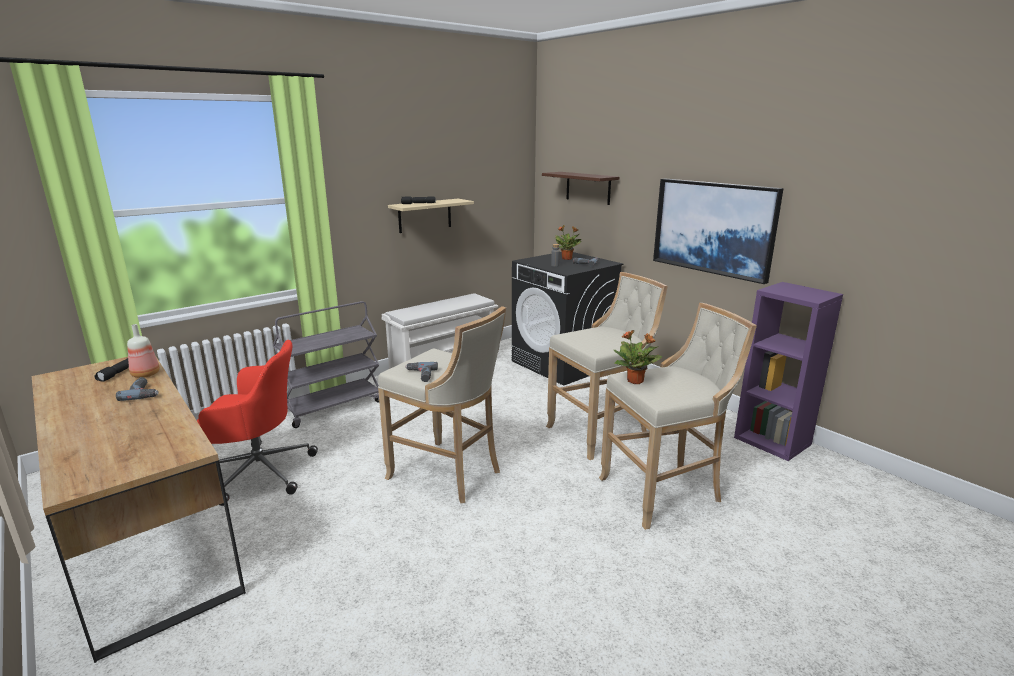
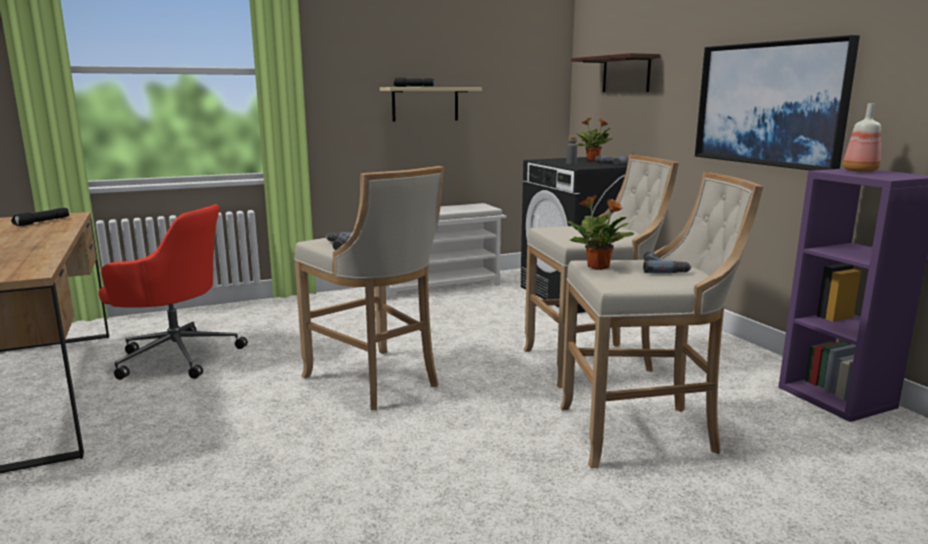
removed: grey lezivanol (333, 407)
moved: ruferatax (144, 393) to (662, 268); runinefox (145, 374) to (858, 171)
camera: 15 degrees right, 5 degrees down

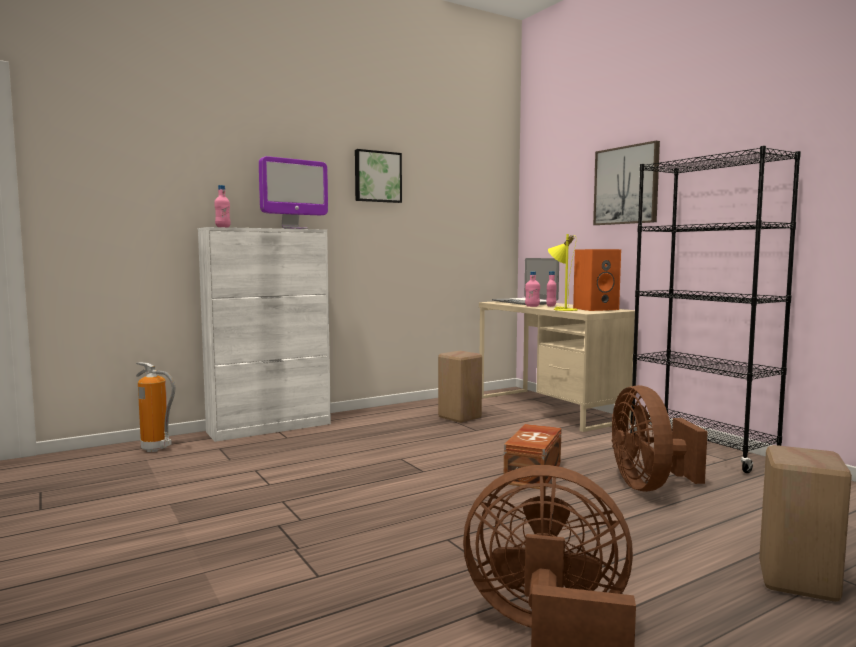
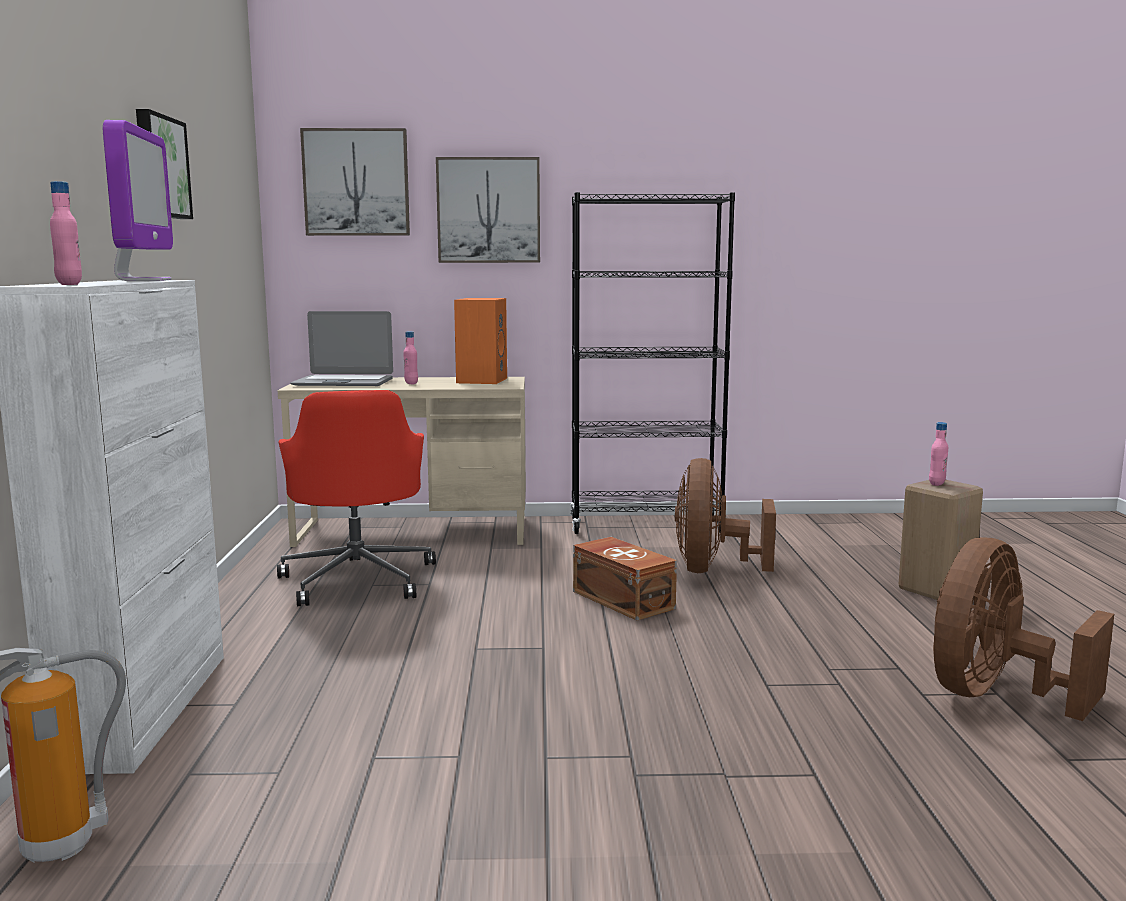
removed: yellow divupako (562, 309)
added: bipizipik (356, 182)
moved: pink runinefox (532, 306) to (936, 483)
replaced: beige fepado (458, 417) to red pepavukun (358, 579)
turned: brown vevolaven (649, 486) = (713, 569) 75 degrees clockwise
camera: 60 degrees left, 5 degrees up

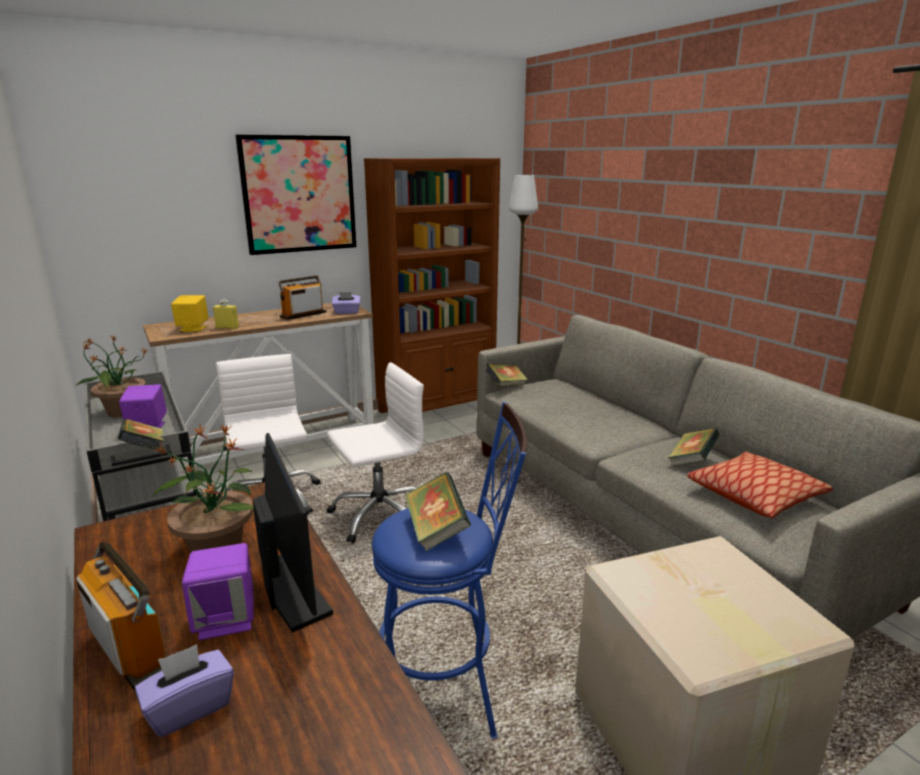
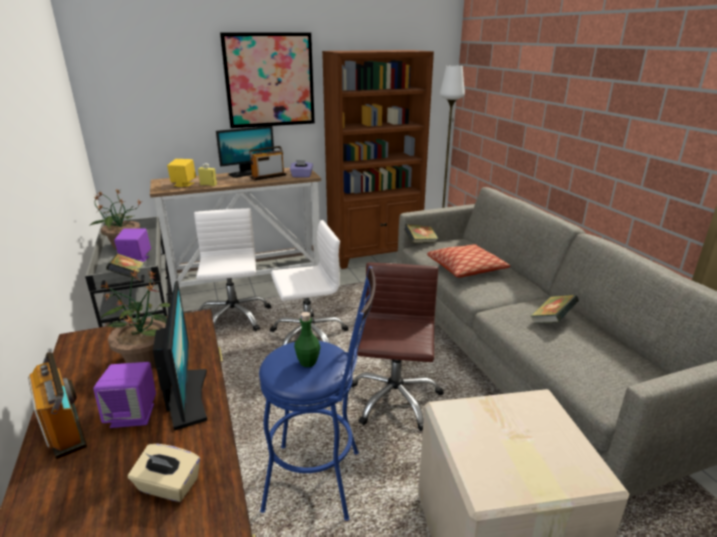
removed: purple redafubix (189, 707)
added: beige redafubix (168, 486); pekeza (248, 173); brown pepavukun (394, 399)
moved: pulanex (754, 496) to (466, 268)
replaced: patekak (436, 530) to green runinefox (308, 362)
camera: 10 degrees right, 5 degrees up

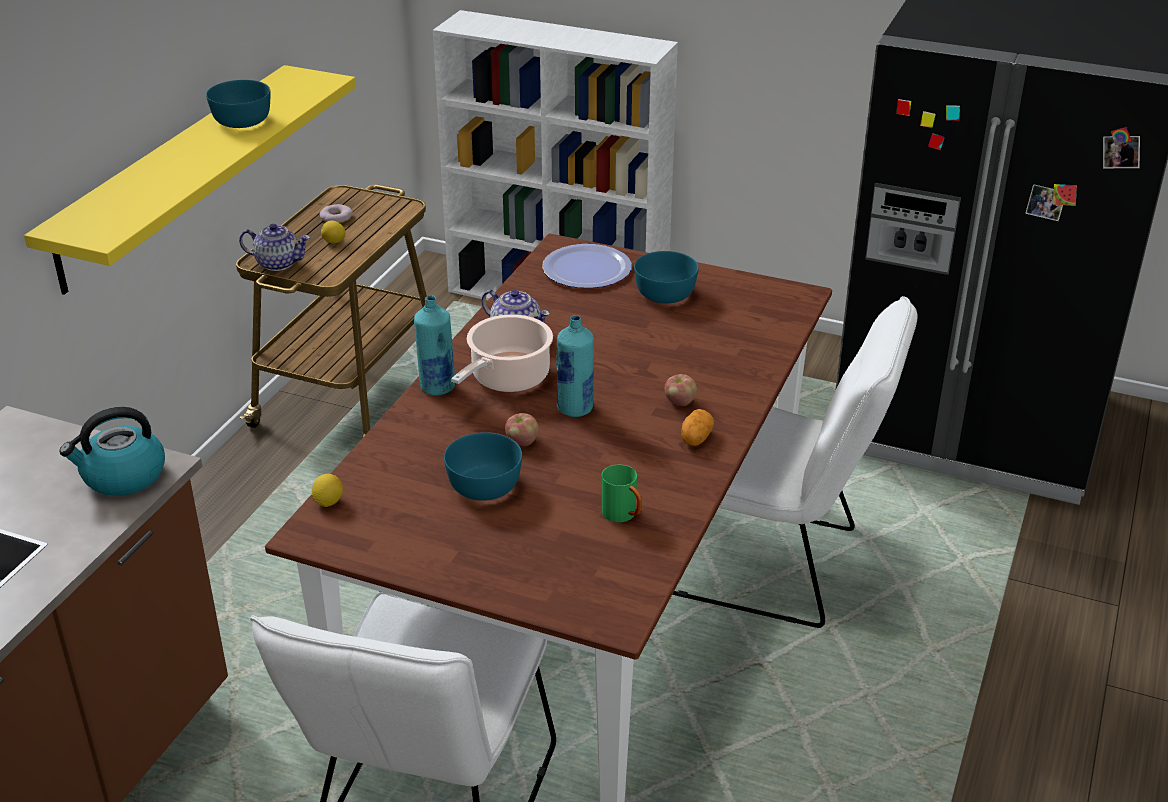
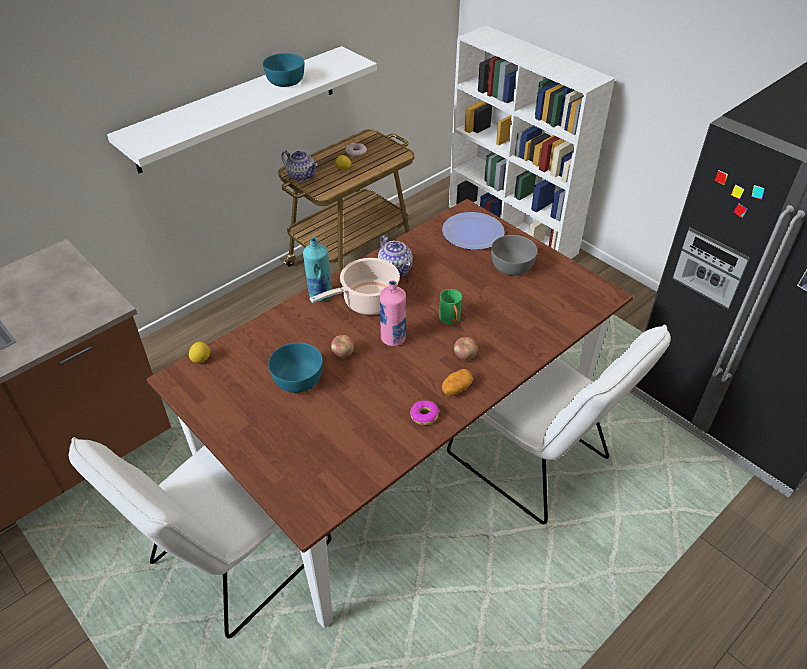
removed: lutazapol (122, 476)
added: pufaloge (424, 415)
moved: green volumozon (623, 516) to (451, 320)
recoloured: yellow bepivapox (174, 175) to white bepivapox (238, 108); turquoise runinefox (575, 408) to pink runinefox (393, 339); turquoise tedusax (664, 294) to grey tedusax (511, 266)
camera: 25 degrees right, 10 degrees up

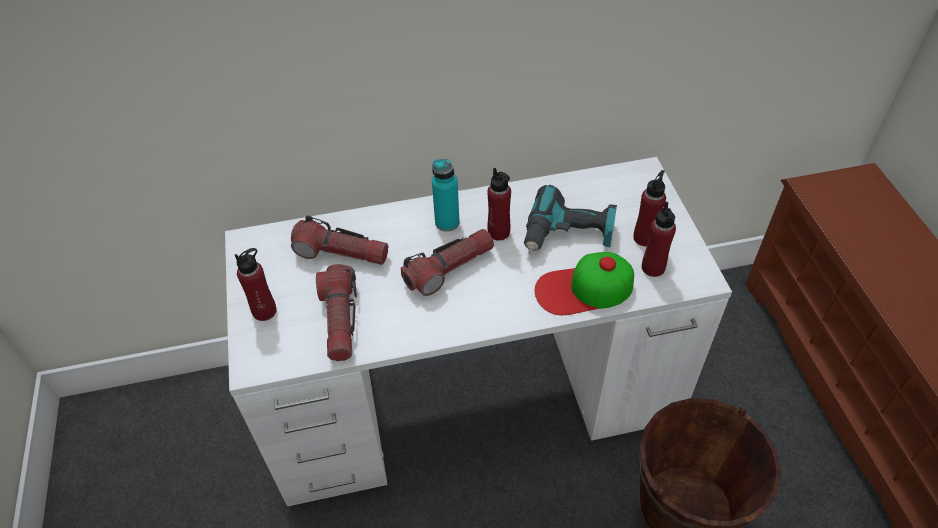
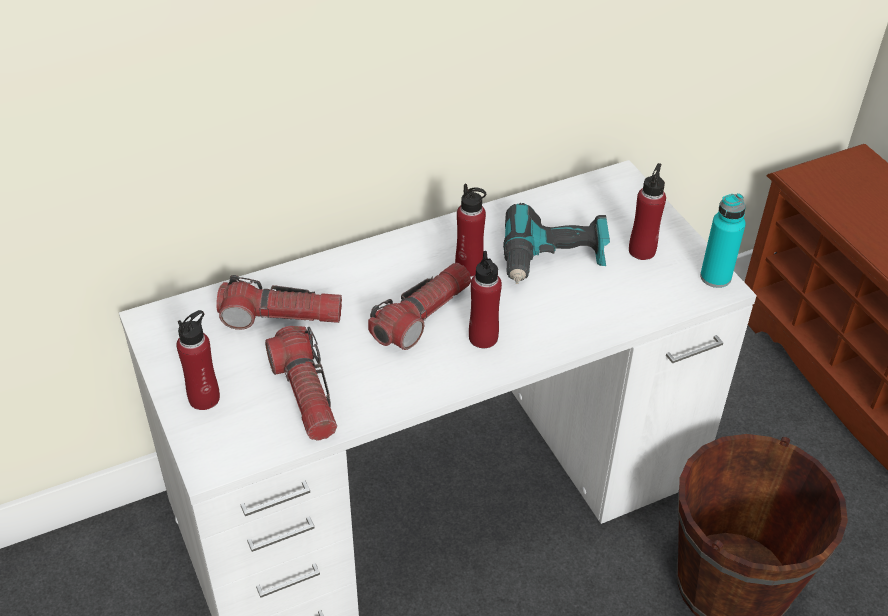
removed: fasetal (584, 289)
moved: red runinefox (653, 268) to (483, 338); turquoise runinefox (447, 222) to (715, 277)
camera: 15 degrees left, 5 degrees down

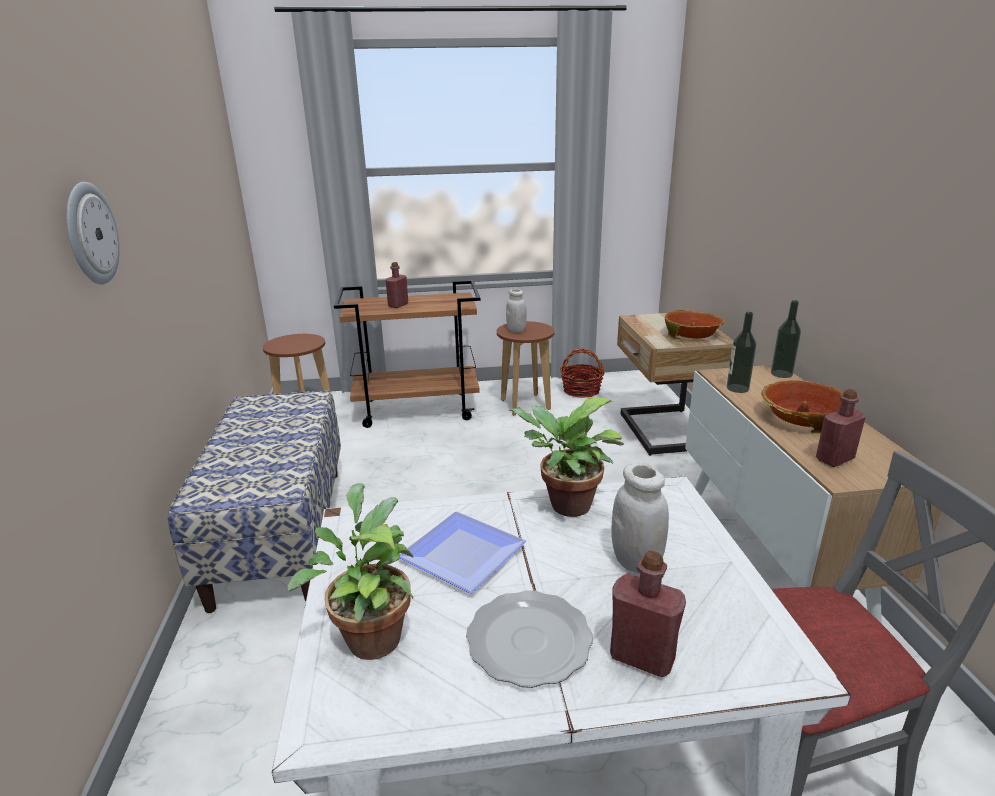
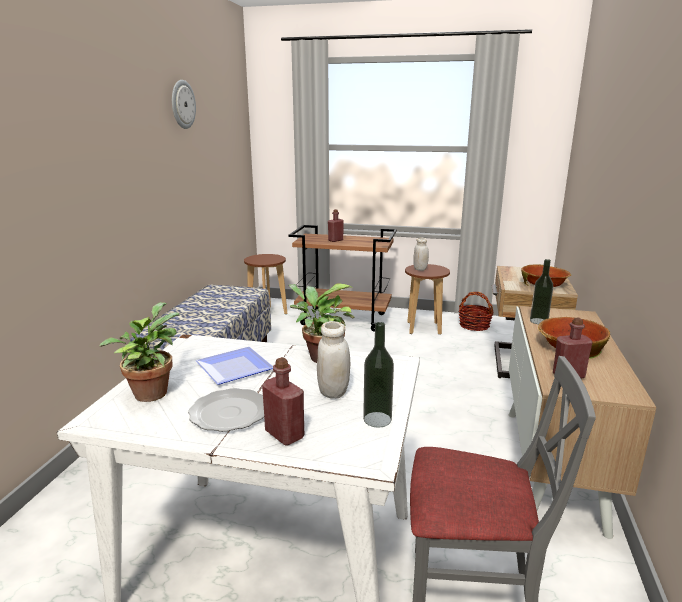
moved: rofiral (90, 234) to (182, 104); runinefox (781, 374) to (377, 419)
camera: 20 degrees right, 5 degrees down

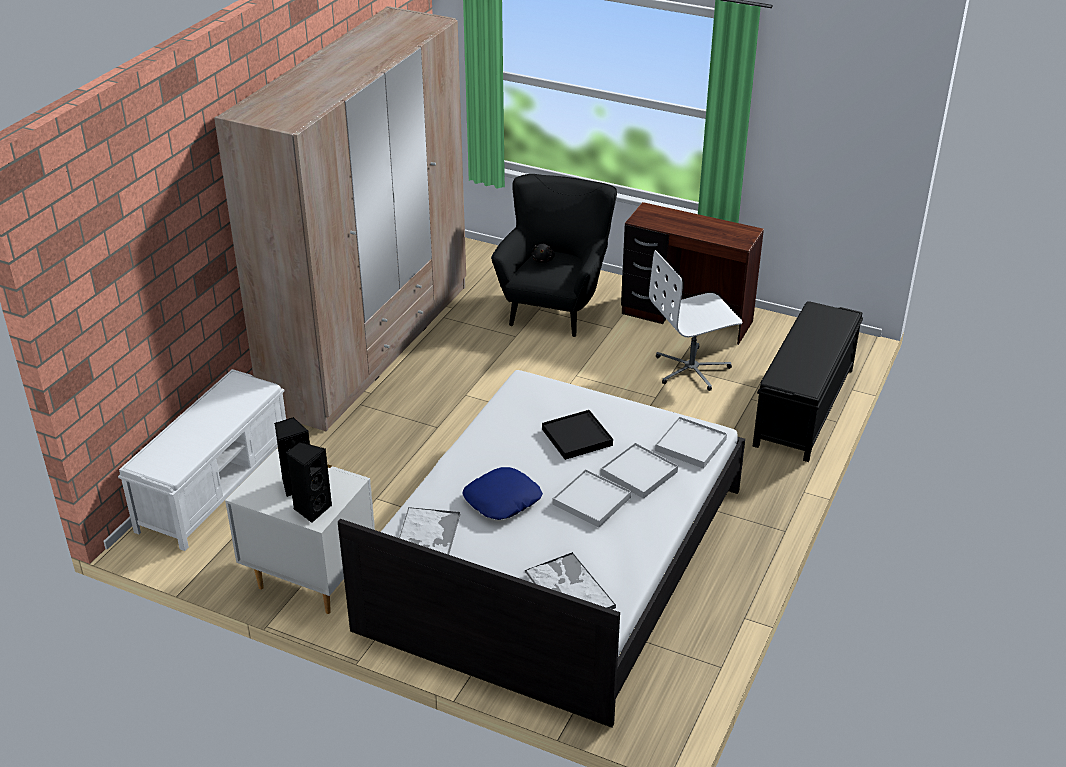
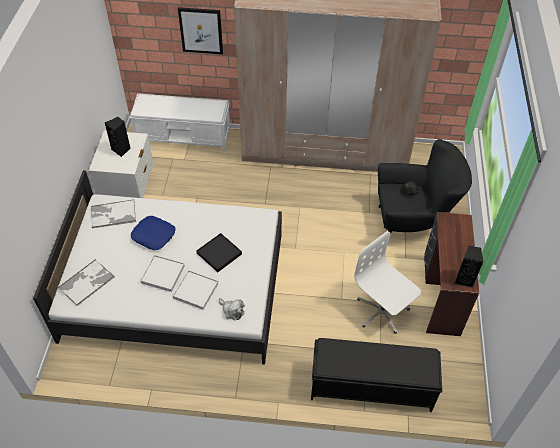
added: bipizipik (201, 30)
moved: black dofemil (311, 509) to (464, 279)
replaced: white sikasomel (690, 445) to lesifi (232, 311)
camera: 70 degrees right, 15 degrees up

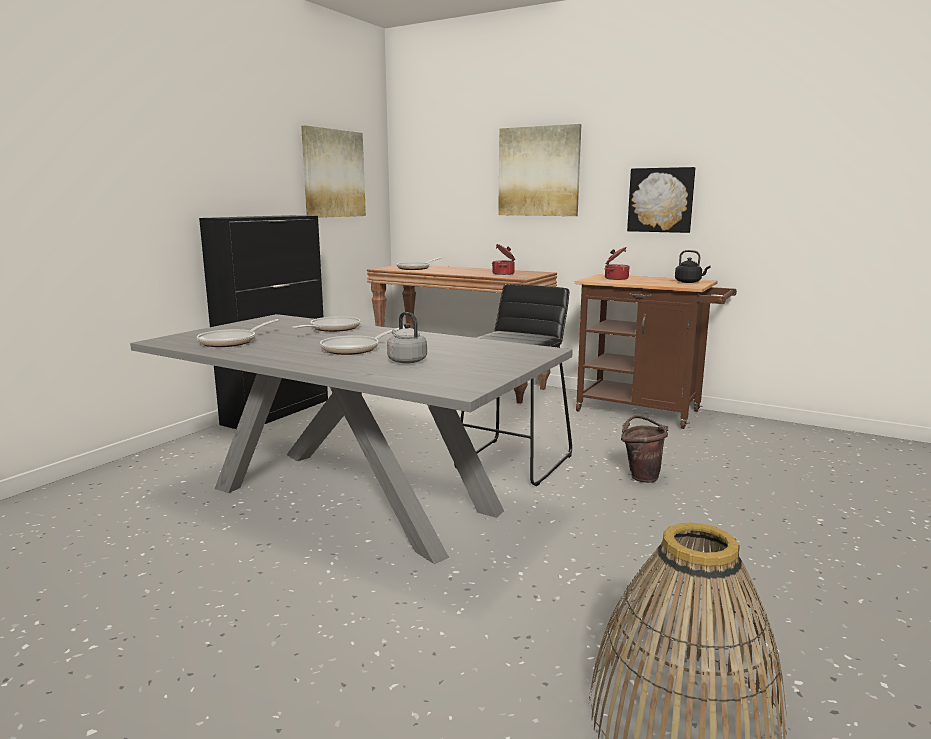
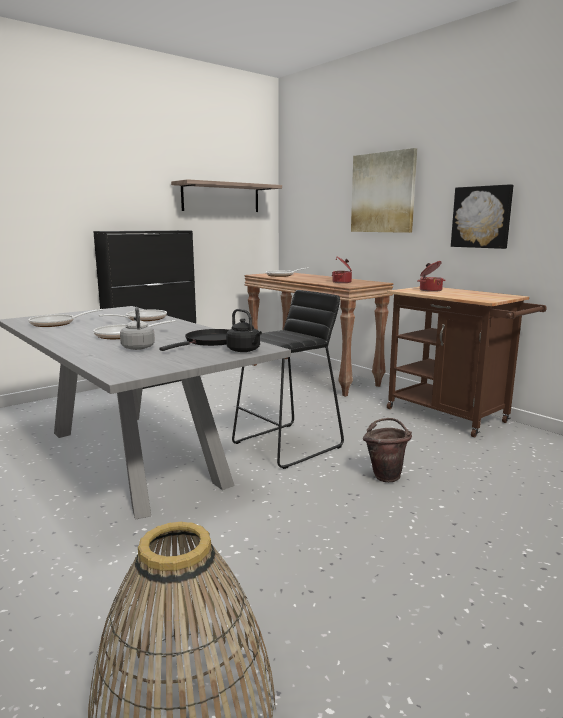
added: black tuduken (210, 342)
moved: black lutazapol (689, 282) to (245, 350)
replaced: bipizipik (333, 173) to bepivapox (221, 197)
camera: 20 degrees right, 0 degrees up

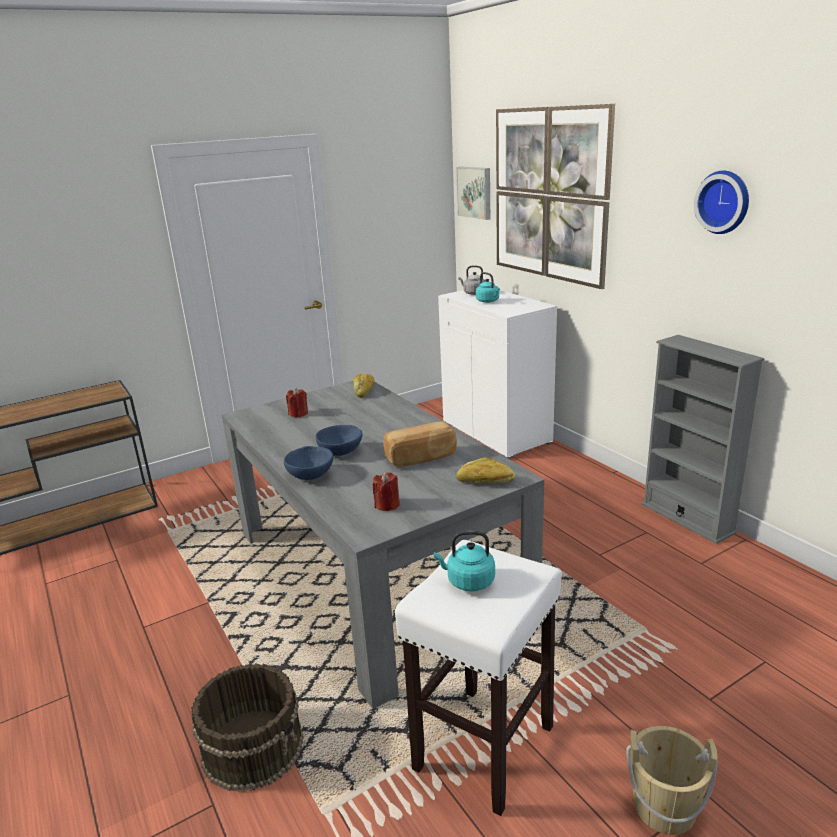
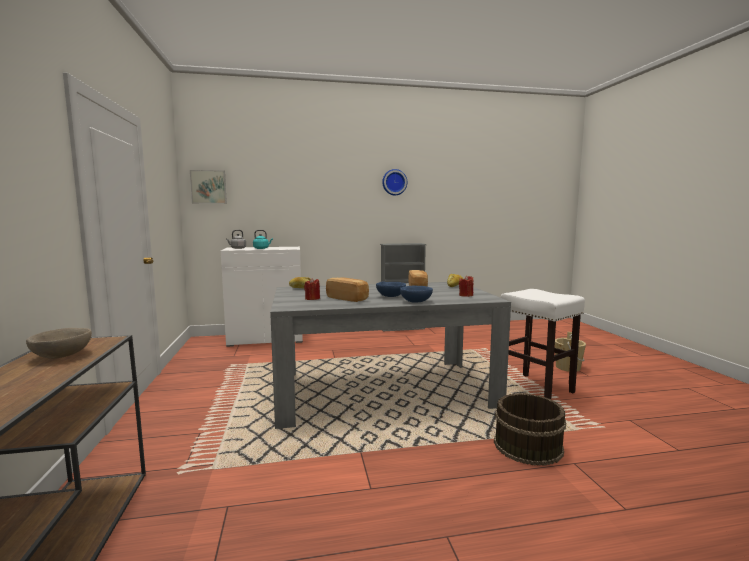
removed: turquoise lutazapol (468, 581); bipizipik (550, 194)
added: beige tedusax (62, 355); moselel (347, 298)
camera: 70 degrees left, 15 degrees down

